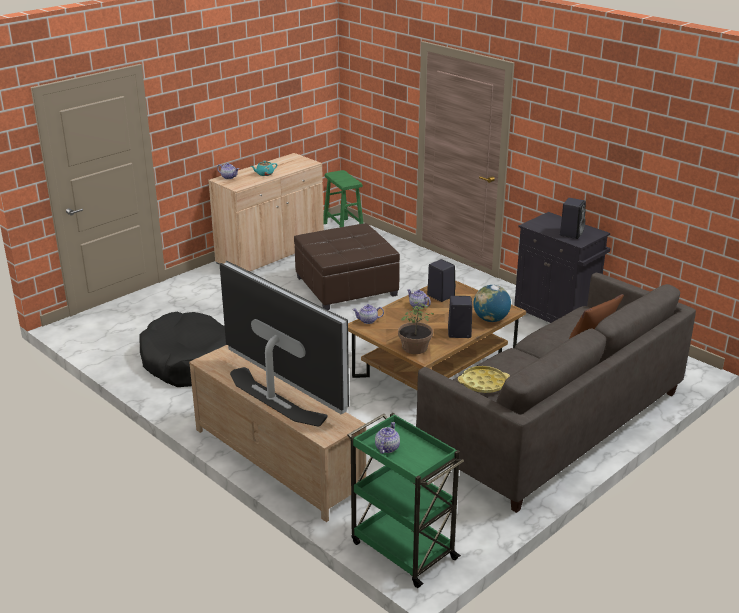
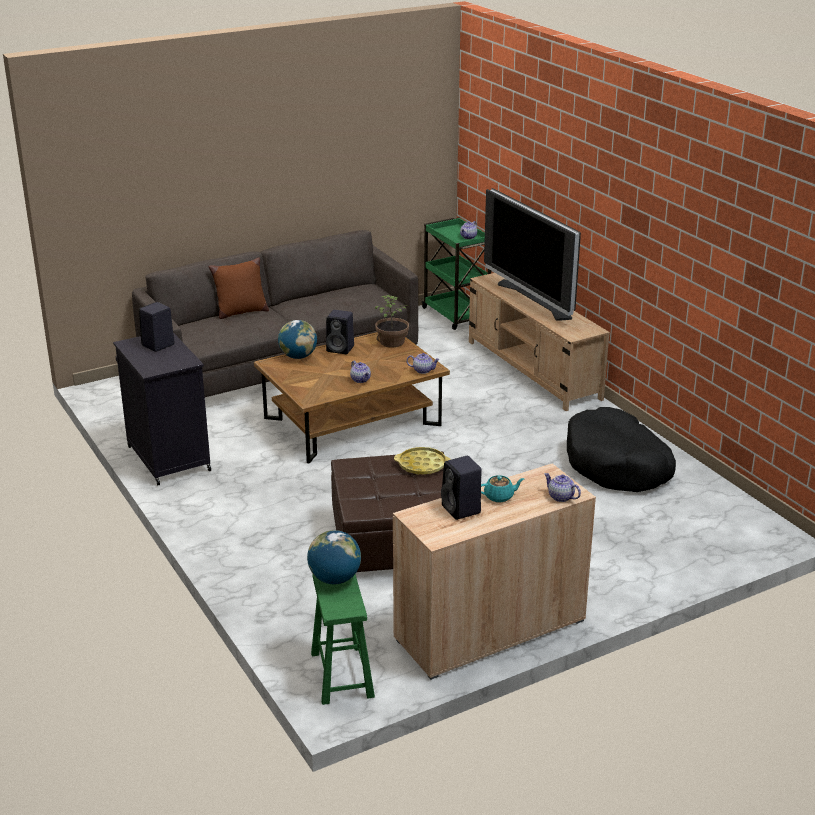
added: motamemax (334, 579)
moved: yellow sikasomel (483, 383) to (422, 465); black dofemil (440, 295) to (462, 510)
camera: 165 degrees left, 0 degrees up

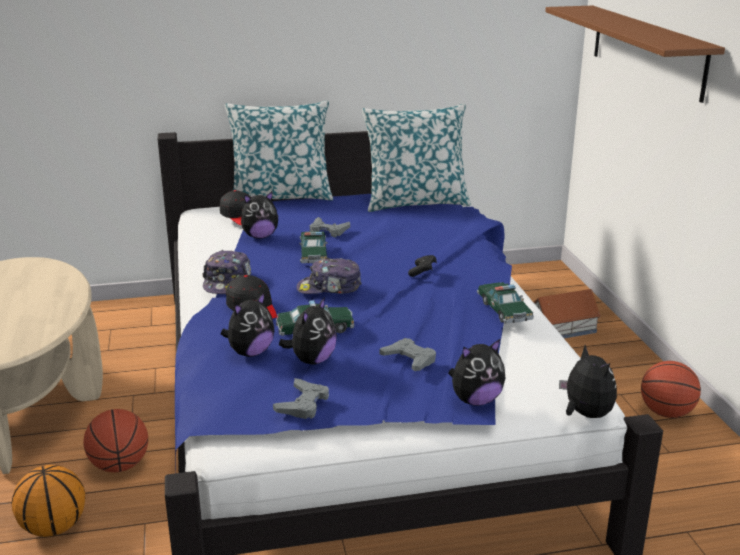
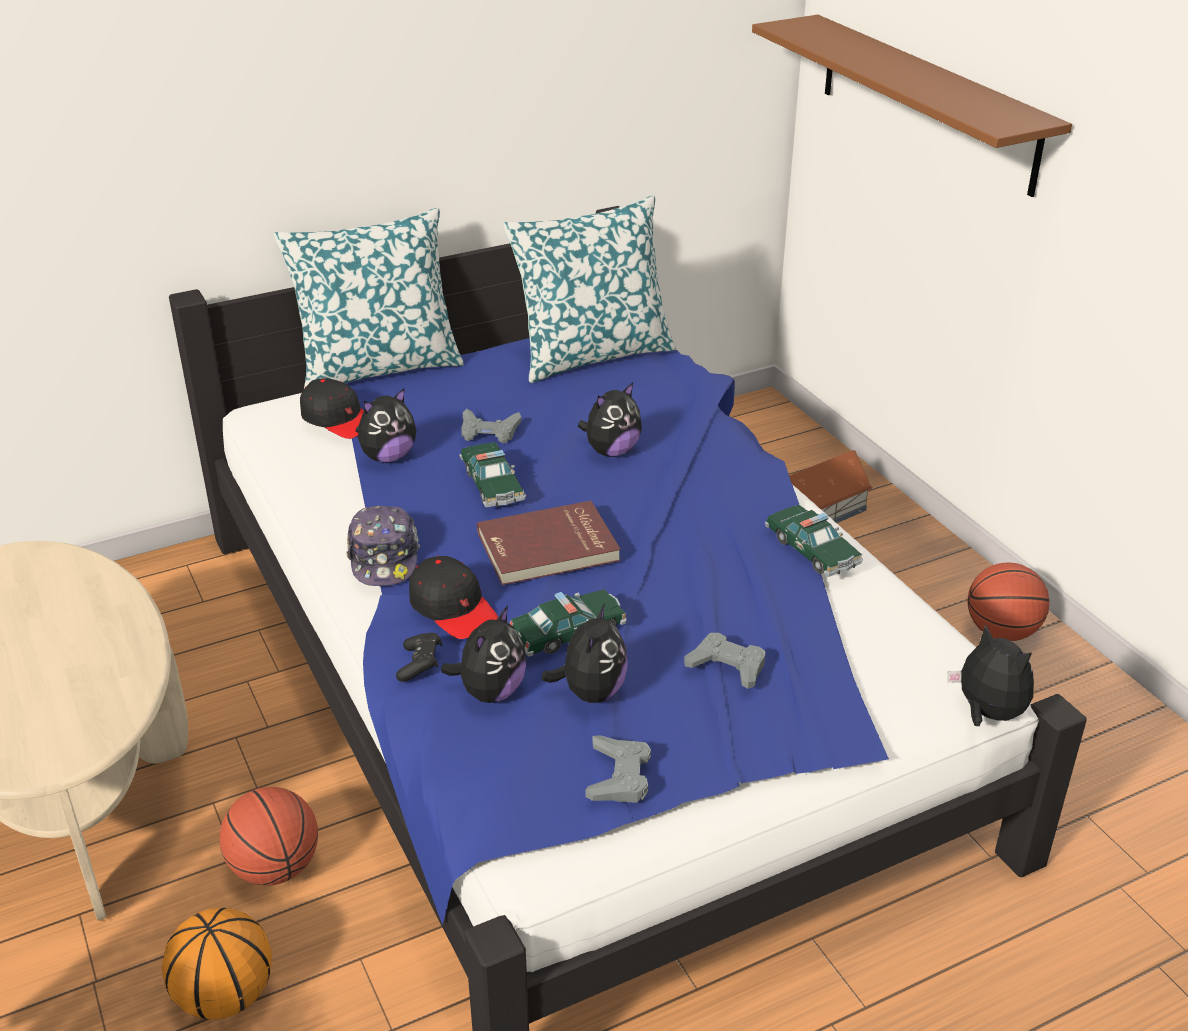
moved: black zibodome (422, 272) to (420, 665); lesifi (475, 400) to (611, 451)
replaced: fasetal (329, 288) to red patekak (548, 548)
camera: 15 degrees left, 10 degrees up

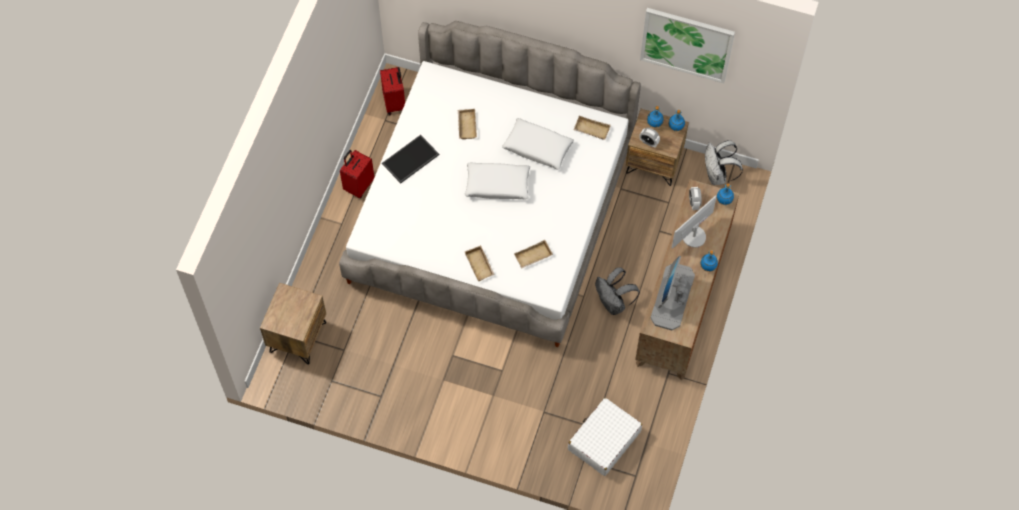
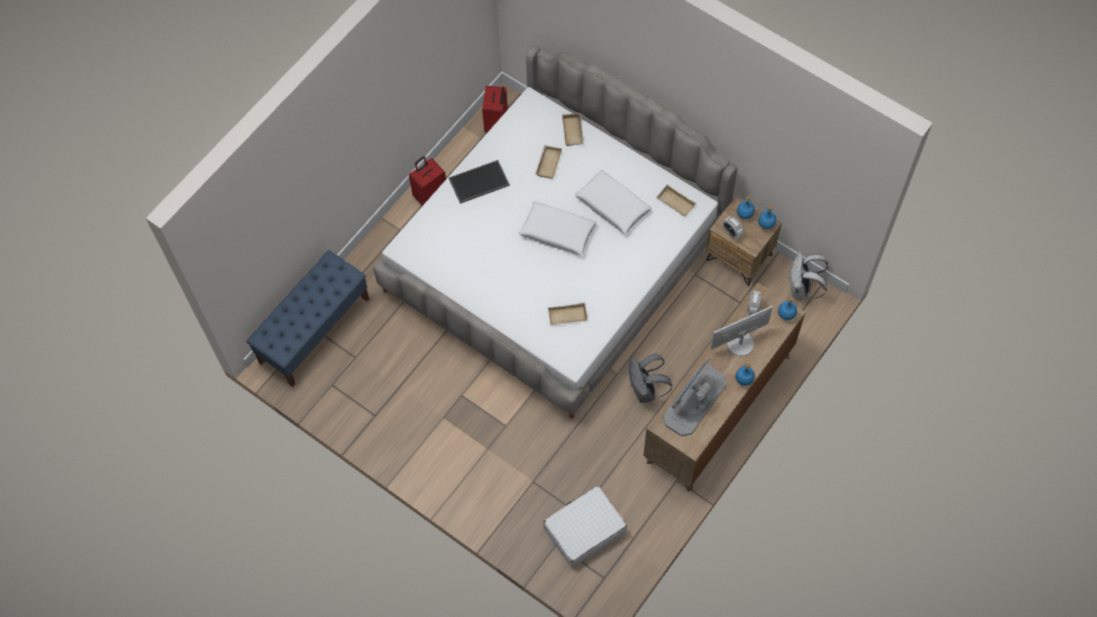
removed: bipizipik (686, 44)
moved: beige sikasomel (480, 265) to (574, 132)
replaced: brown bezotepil (297, 336) to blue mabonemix (314, 330)
camera: 20 degrees right, 0 degrees up

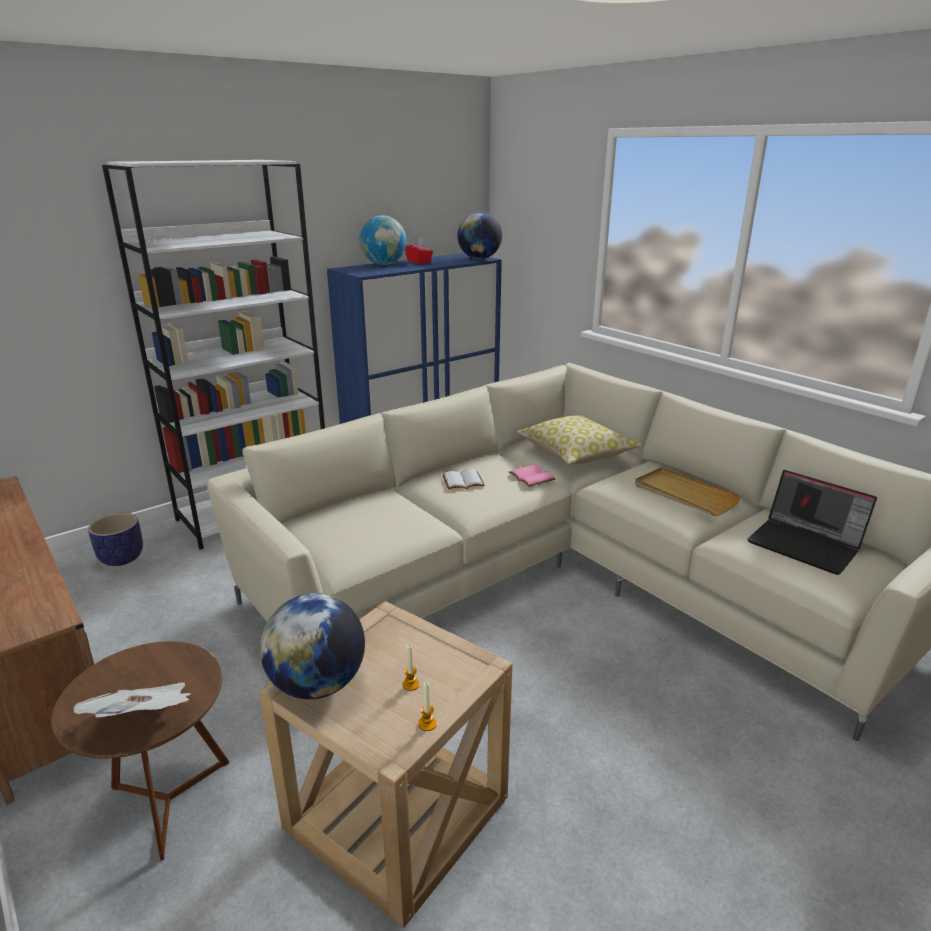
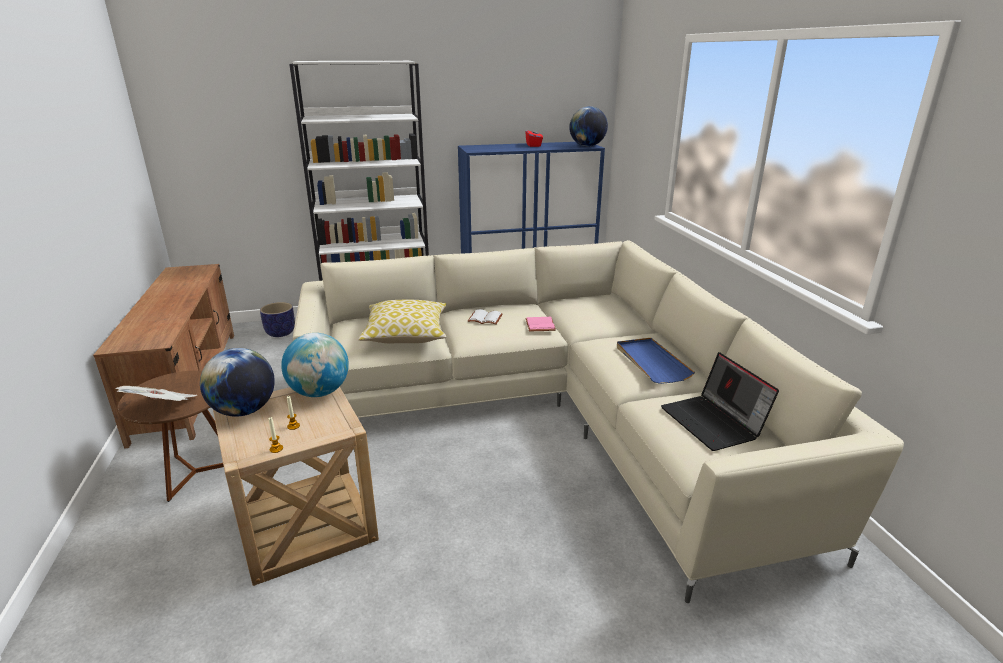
moved: motamemax (384, 264) to (319, 392); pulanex (576, 453) to (406, 334)
recoloured: beige sikasomel (684, 495) to blue sikasomel (651, 362)
camera: 25 degrees right, 0 degrees up

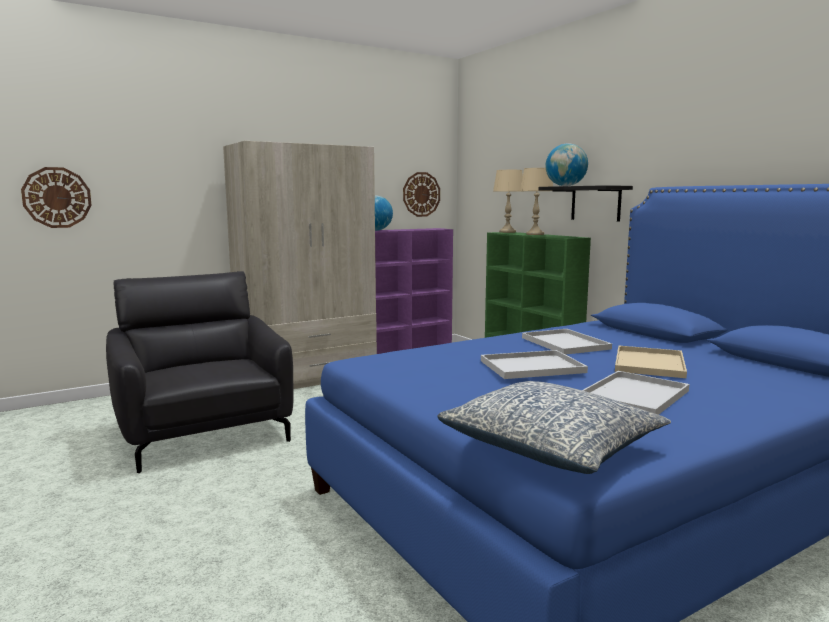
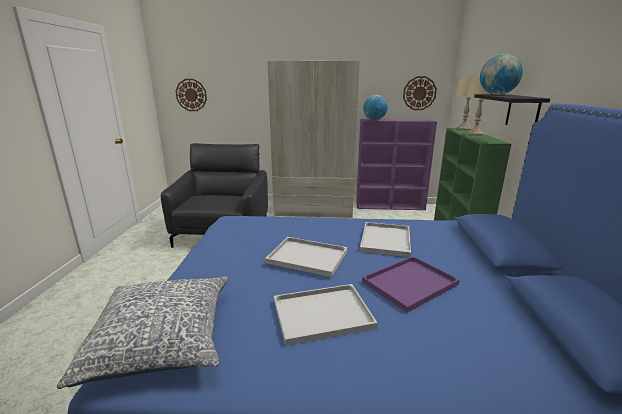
recoloured: beige sikasomel (648, 363) to purple sikasomel (410, 282)
camera: 35 degrees right, 10 degrees up

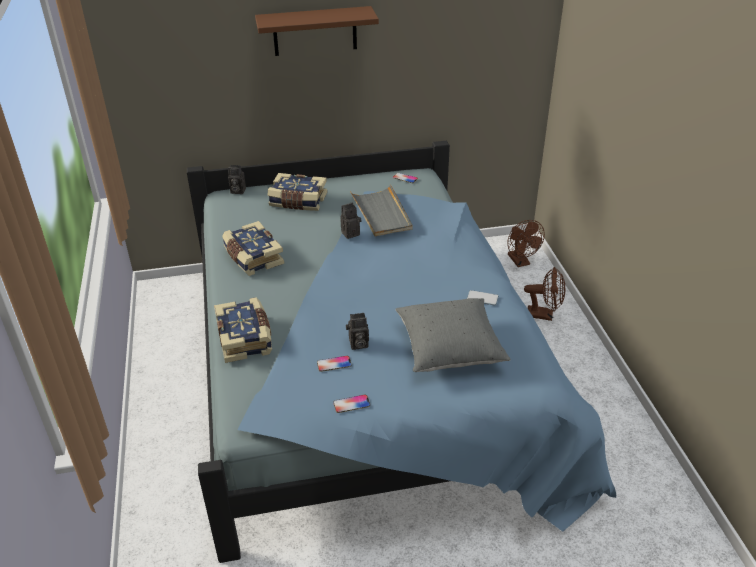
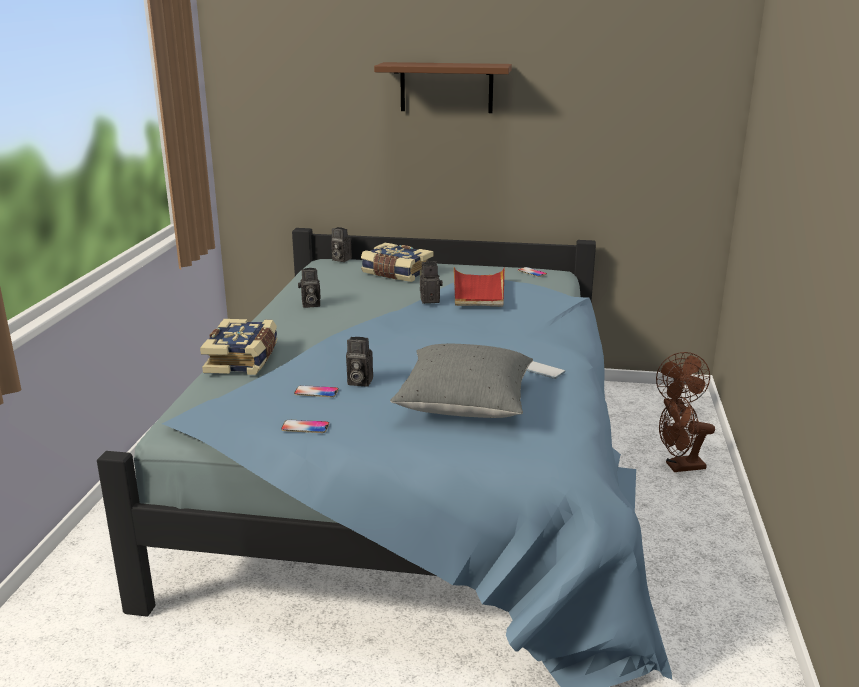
replaced: patekak (252, 257) to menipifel (310, 305)
recoloured: grey sikasomel (381, 213) to red sikasomel (478, 290)
turned: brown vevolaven (544, 315) = (680, 467) 135 degrees clockwise
camera: 20 degrees right, 15 degrees down

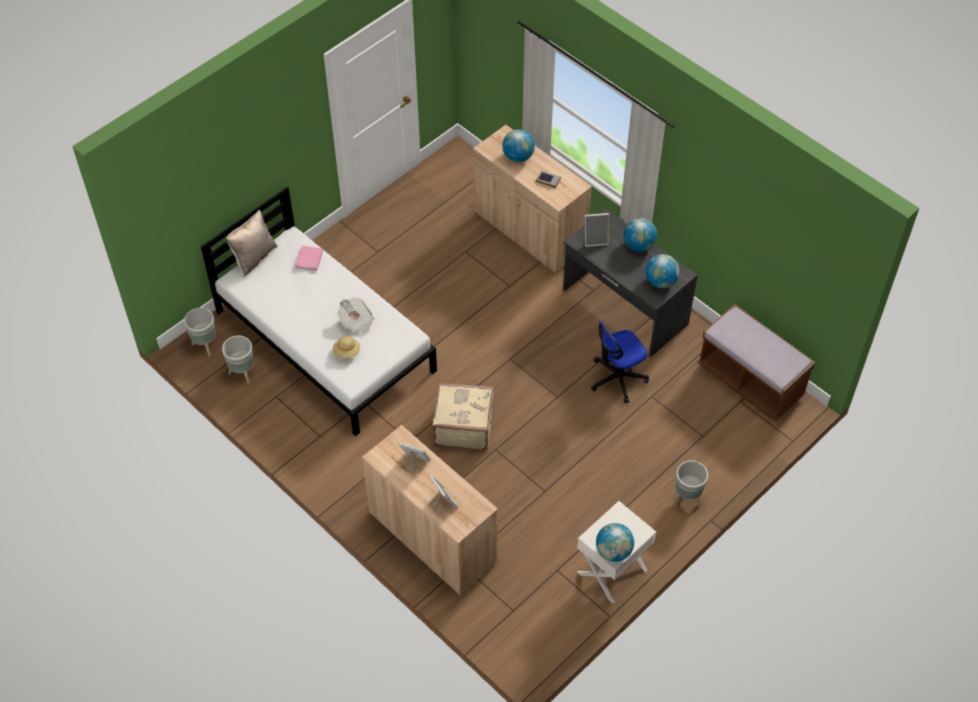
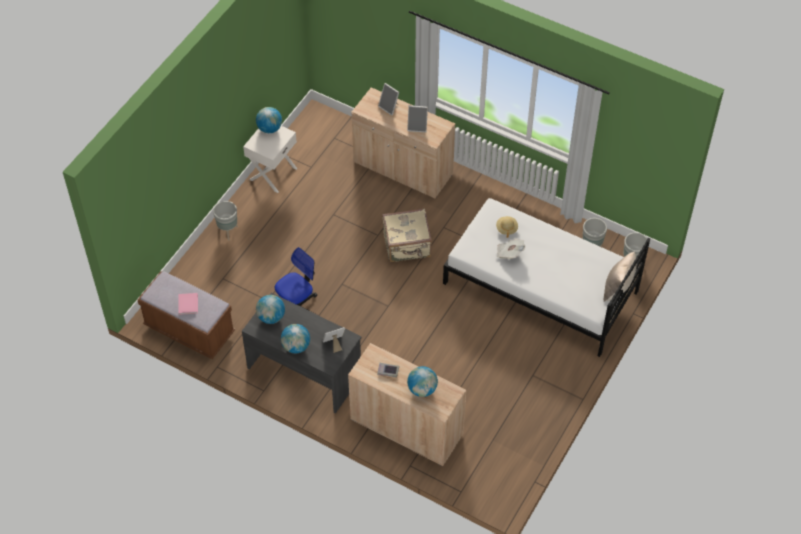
moved: pink patekak (309, 260) to (188, 303)
camera: 165 degrees right, 0 degrees up

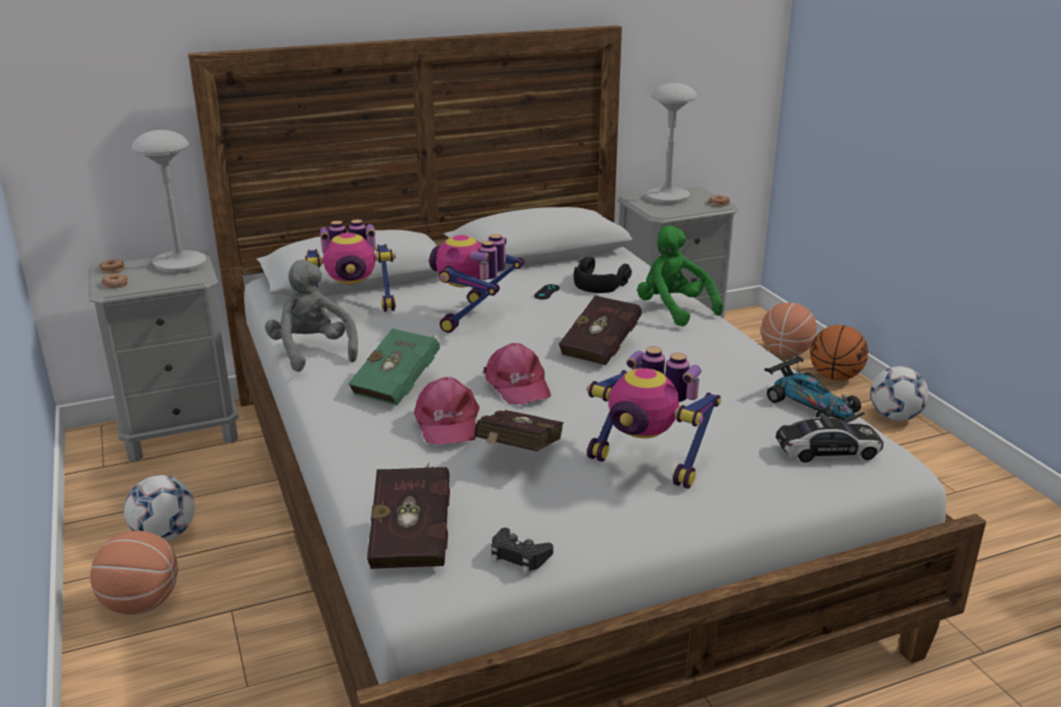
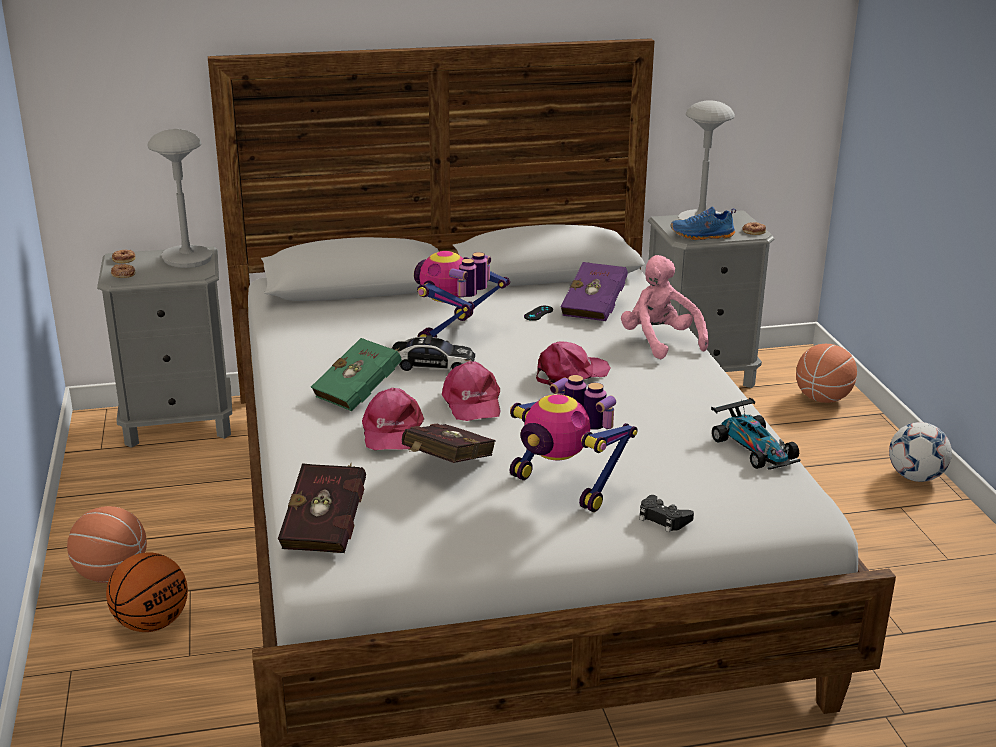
removed: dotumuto (165, 535); grey lesifi (313, 352); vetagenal (353, 308)
added: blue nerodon (702, 236)
moved: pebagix (834, 377) to (151, 623); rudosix (827, 450) to (432, 365); black zibodome (519, 556) to (663, 519)
replaced: red patekak (603, 348) to pink fasetal (570, 374); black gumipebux (599, 283) to purple patekak (596, 308)
recoloured: green lesifi (673, 310) to pink lesifi (659, 342)
camera: 10 degrees right, 0 degrees up

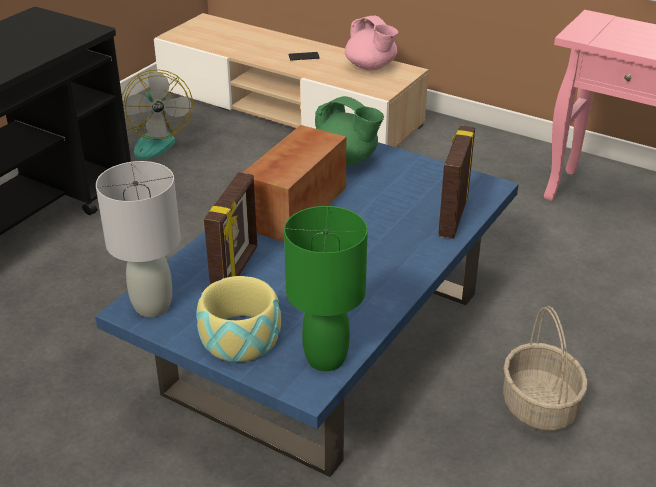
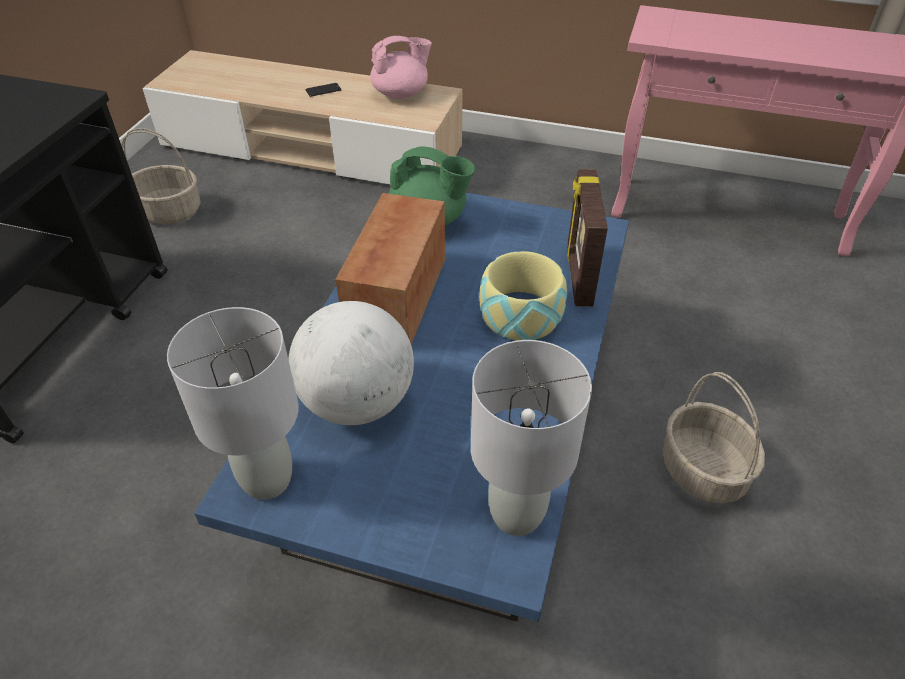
moved: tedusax (240, 337) to (520, 314)
replaced: vevolaven (152, 141) to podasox (170, 211); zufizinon (236, 271) to motamemax (357, 402)
recoloured: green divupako (325, 359) to grey divupako (516, 516)
turned: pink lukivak (371, 67) = (401, 93) 60 degrees counterclockwise
camera: 15 degrees left, 10 degrees up

